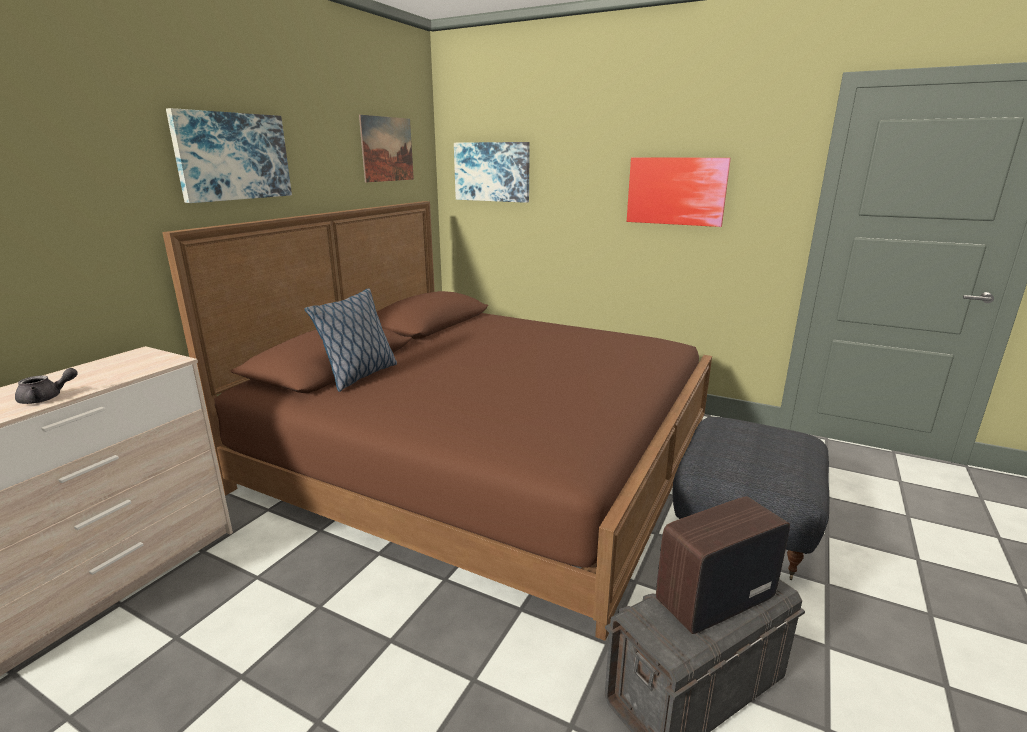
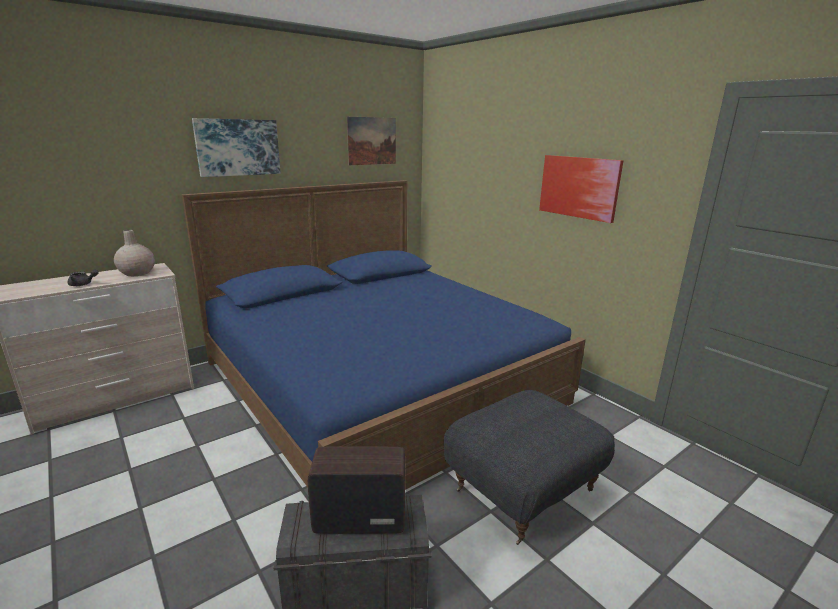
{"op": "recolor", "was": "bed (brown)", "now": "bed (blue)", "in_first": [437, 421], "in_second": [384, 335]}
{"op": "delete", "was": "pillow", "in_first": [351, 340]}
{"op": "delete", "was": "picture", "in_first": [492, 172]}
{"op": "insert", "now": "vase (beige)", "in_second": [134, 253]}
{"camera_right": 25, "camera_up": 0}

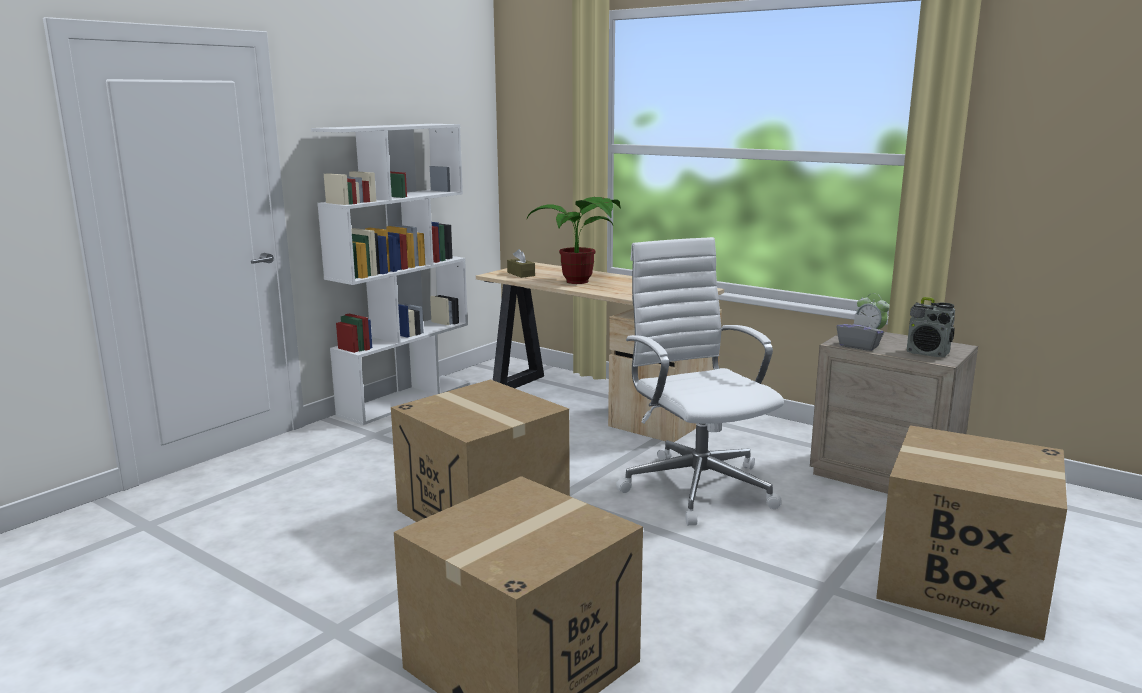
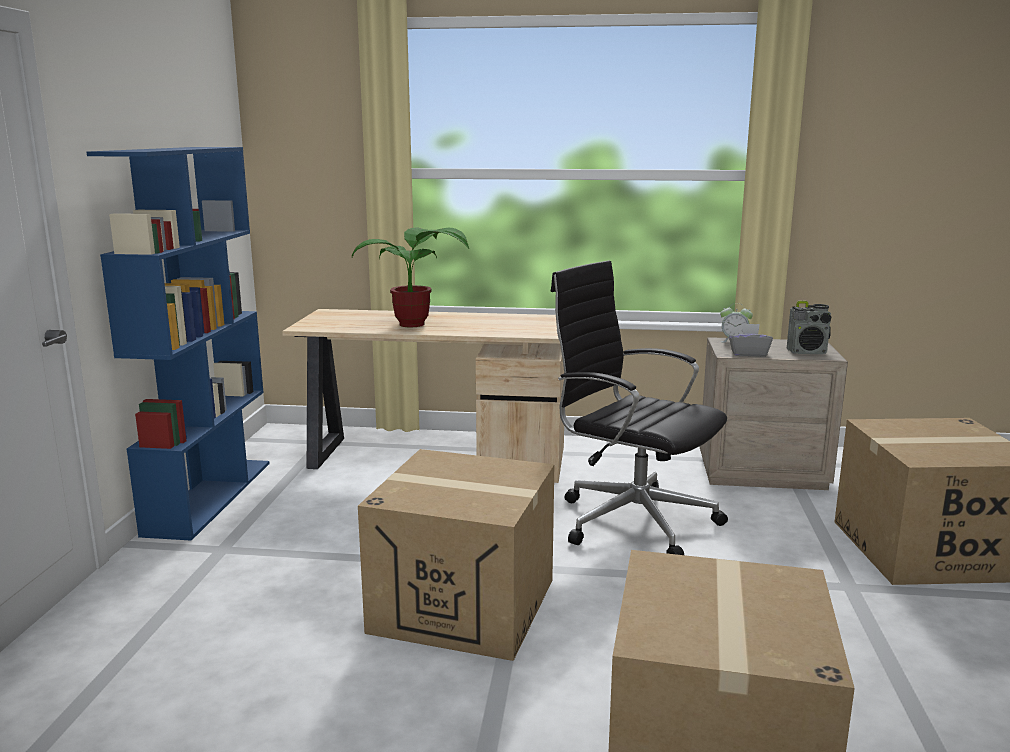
{"op": "recolor", "was": "bookcase (white)", "now": "bookcase (blue)", "in_first": [390, 274], "in_second": [178, 344]}
{"op": "delete", "was": "tissue box (brown)", "in_first": [521, 263]}
{"op": "recolor", "was": "office chair (white)", "now": "office chair (black)", "in_first": [700, 381], "in_second": [639, 407]}
{"camera_right": -30, "camera_up": 0}

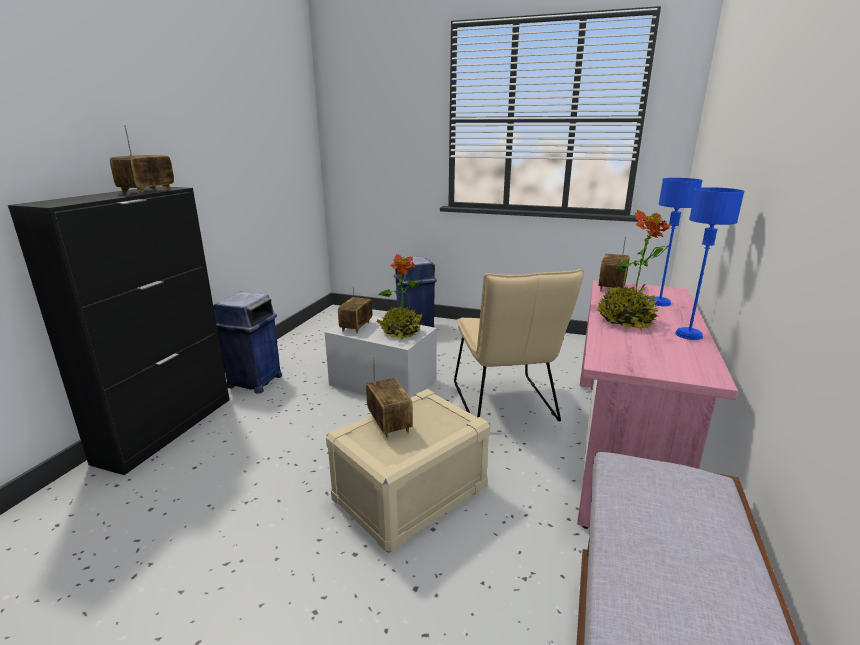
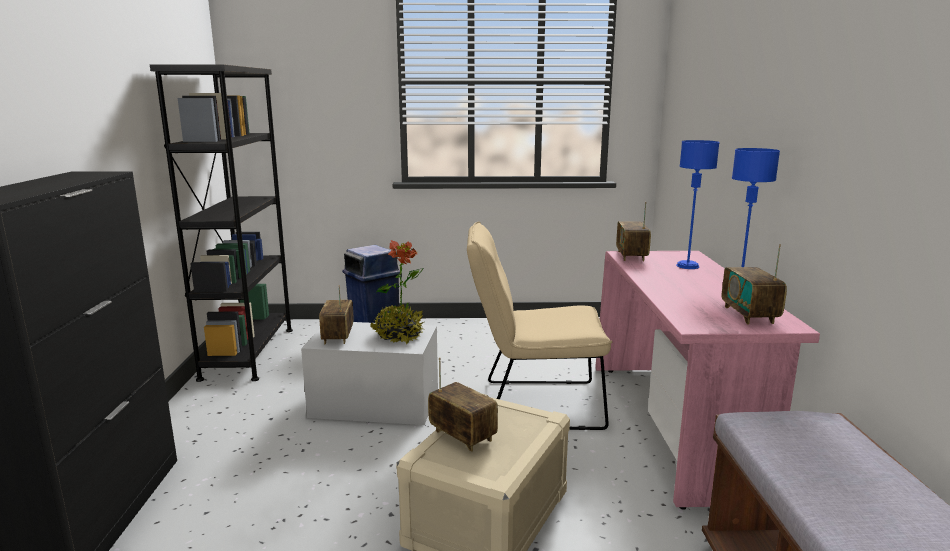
{"op": "move", "was": "radio", "in_first": [142, 159], "in_second": [754, 284]}
{"op": "delete", "was": "trash can (blue)", "in_first": [247, 343]}
{"op": "rotate", "was": "chair (beige)", "in_first": [519, 345], "in_second": [540, 326], "clockwise": 120}
{"op": "delete", "was": "potted plant", "in_first": [634, 270]}
{"op": "insert", "now": "bookcase (black)", "in_second": [221, 223]}
{"camera_right": -20, "camera_up": -5}

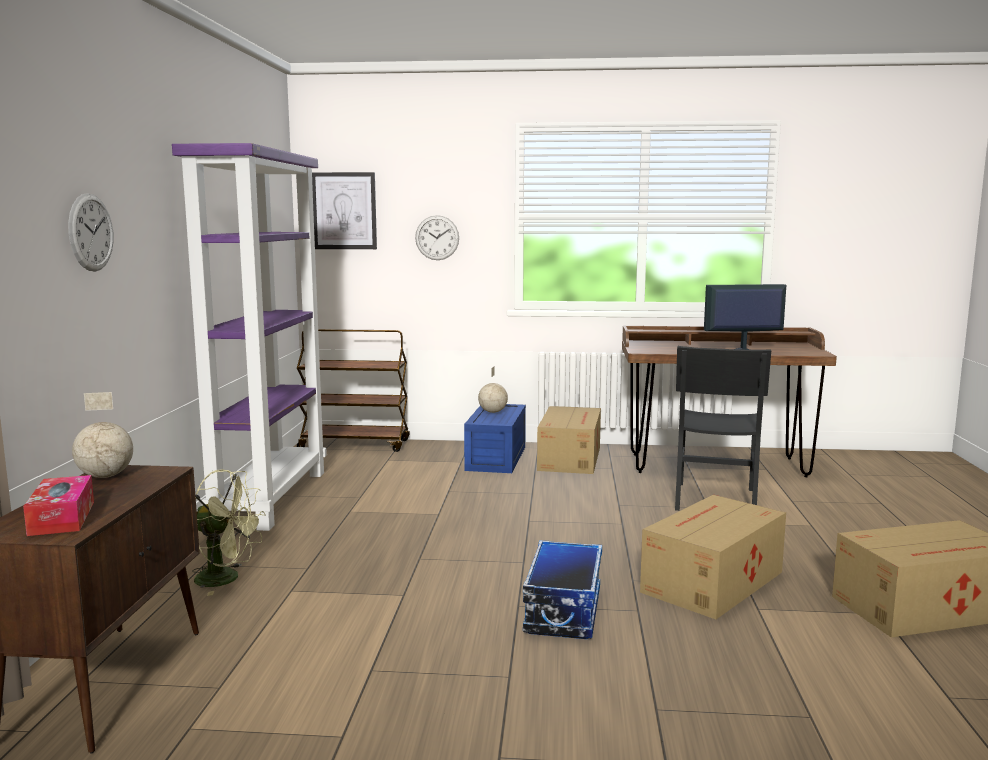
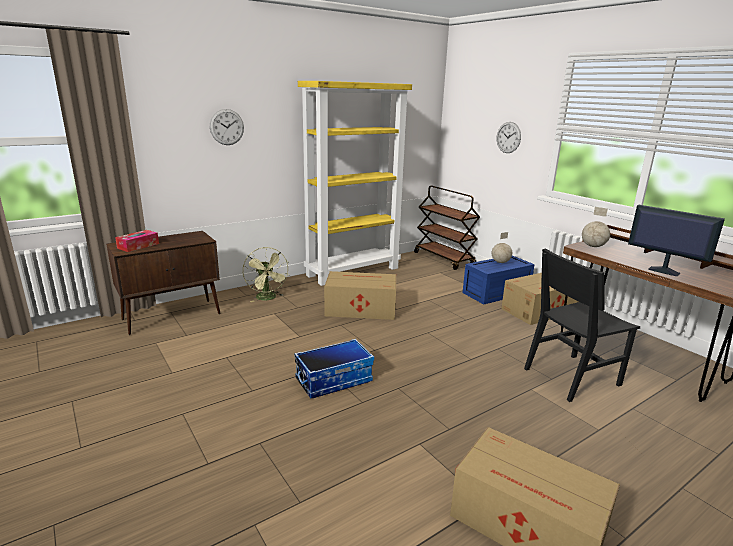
{"op": "move", "was": "globe", "in_first": [102, 435], "in_second": [596, 227]}
{"op": "recolor", "was": "bookcase (purple)", "now": "bookcase (yellow)", "in_first": [249, 337], "in_second": [355, 183]}
{"op": "delete", "was": "picture", "in_first": [344, 210]}
{"op": "move", "was": "cardboard box", "in_first": [713, 557], "in_second": [360, 295]}
{"camera_right": 50, "camera_up": 10}

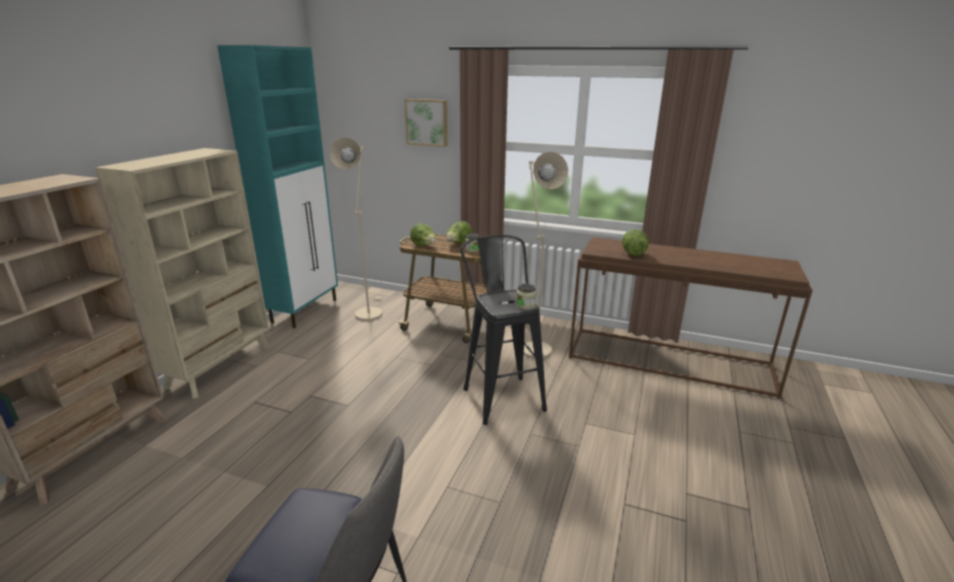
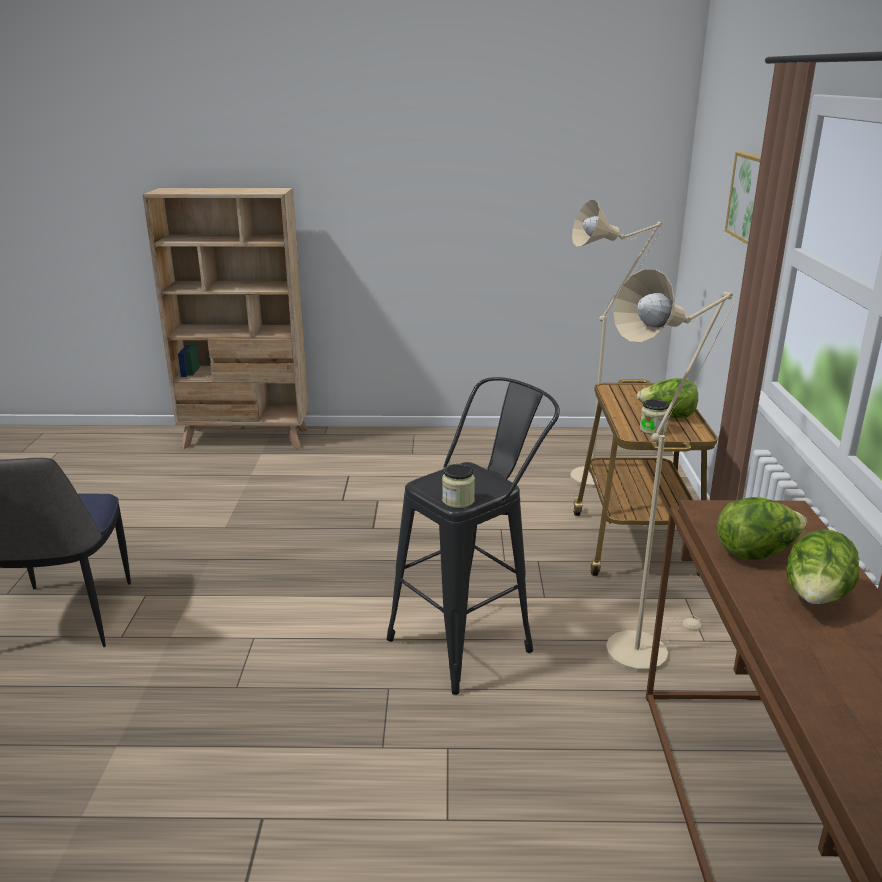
{"op": "delete", "was": "bookcase (beige)", "in_first": [183, 273]}
{"op": "delete", "was": "cabinet (turquoise)", "in_first": [277, 186]}
{"op": "move", "was": "lettuce", "in_first": [423, 235], "in_second": [822, 567]}
{"camera_right": 70, "camera_up": 0}

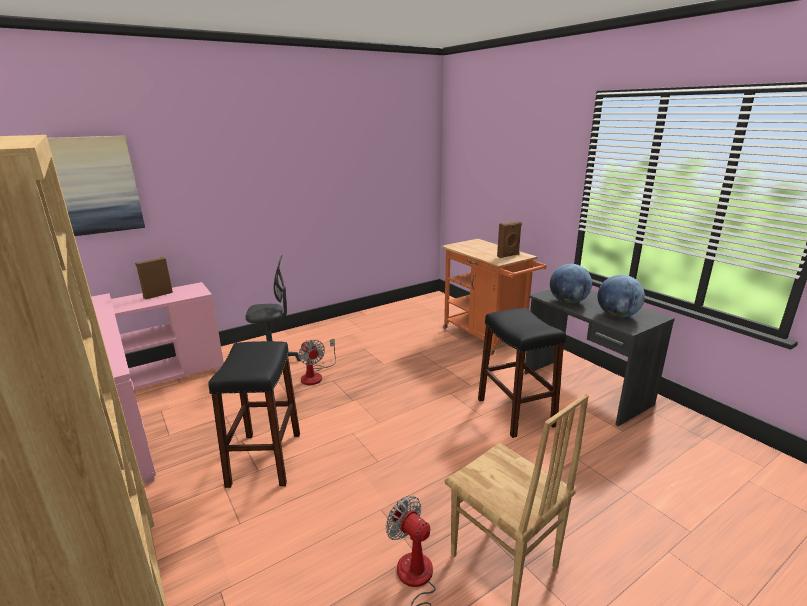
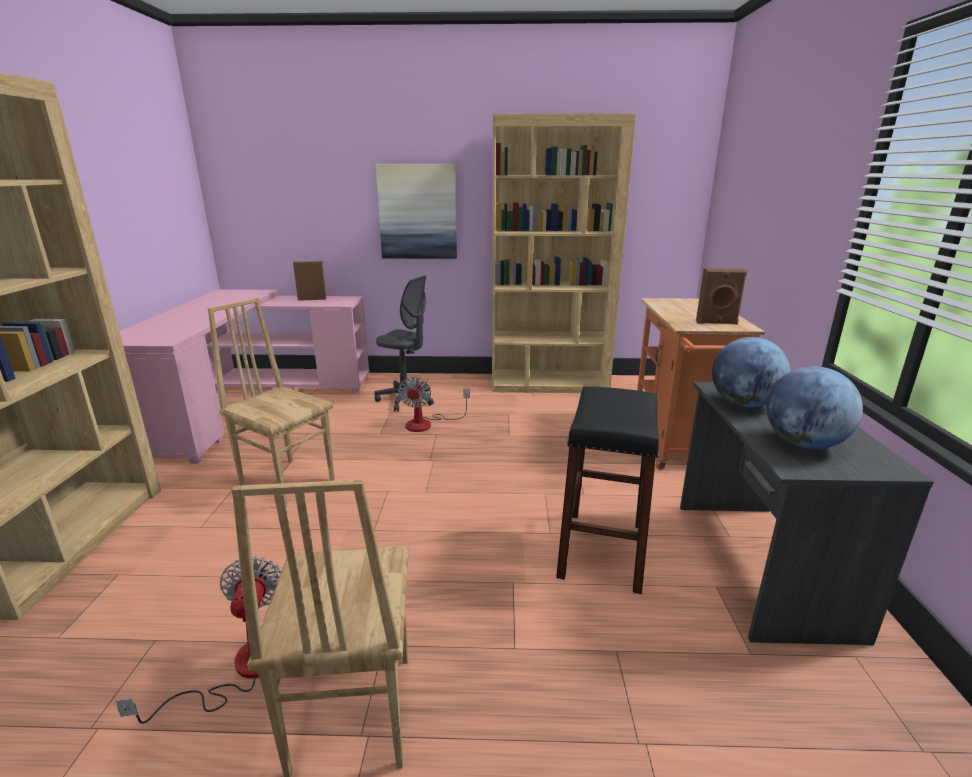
{"op": "move", "was": "picture", "in_first": [96, 186], "in_second": [416, 211]}
{"op": "replace", "was": "stool (black)", "now": "chair (brown)", "in_first": [254, 414], "in_second": [271, 402]}
{"op": "insert", "now": "bookcase (brown)", "in_second": [564, 253]}
{"camera_right": 35, "camera_up": 0}

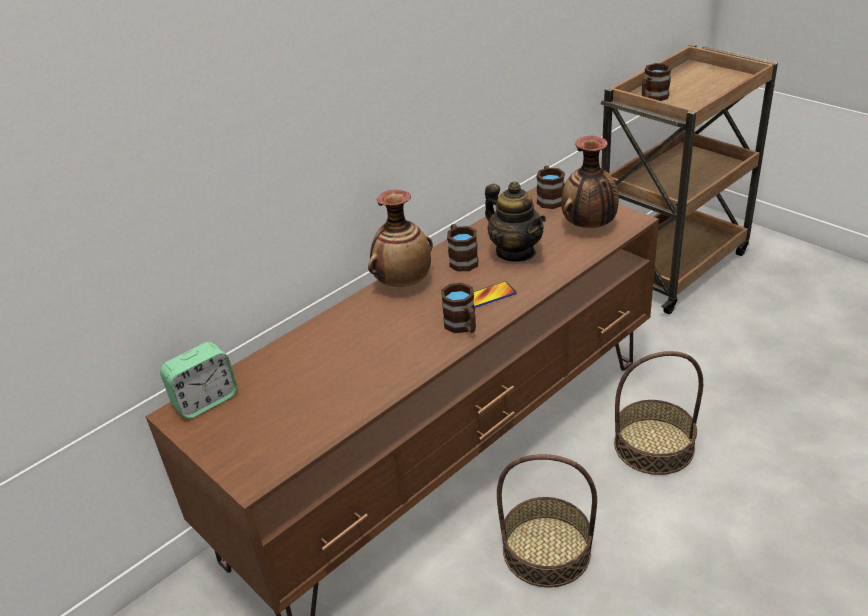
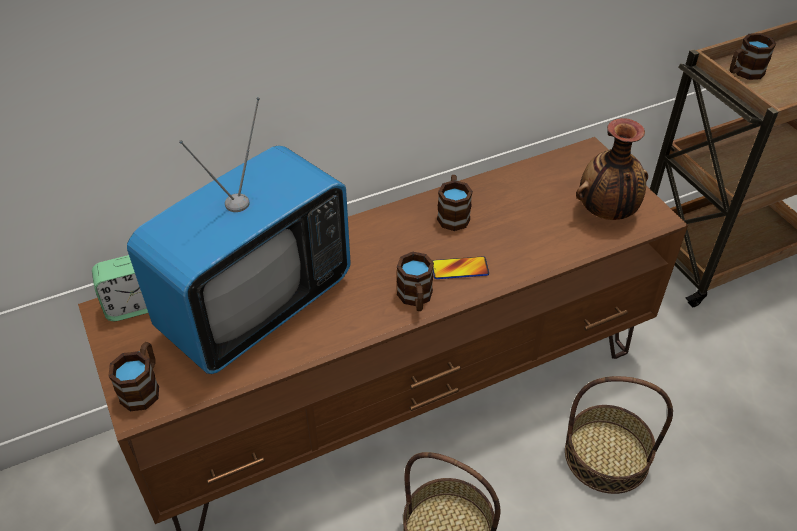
{"op": "delete", "was": "vase", "in_first": [400, 238]}
{"op": "delete", "was": "teapot", "in_first": [515, 222]}
{"op": "move", "was": "mug (brown)", "in_first": [550, 187], "in_second": [133, 376]}
{"op": "insert", "now": "television", "in_second": [239, 235]}
{"camera_right": 15, "camera_up": 10}

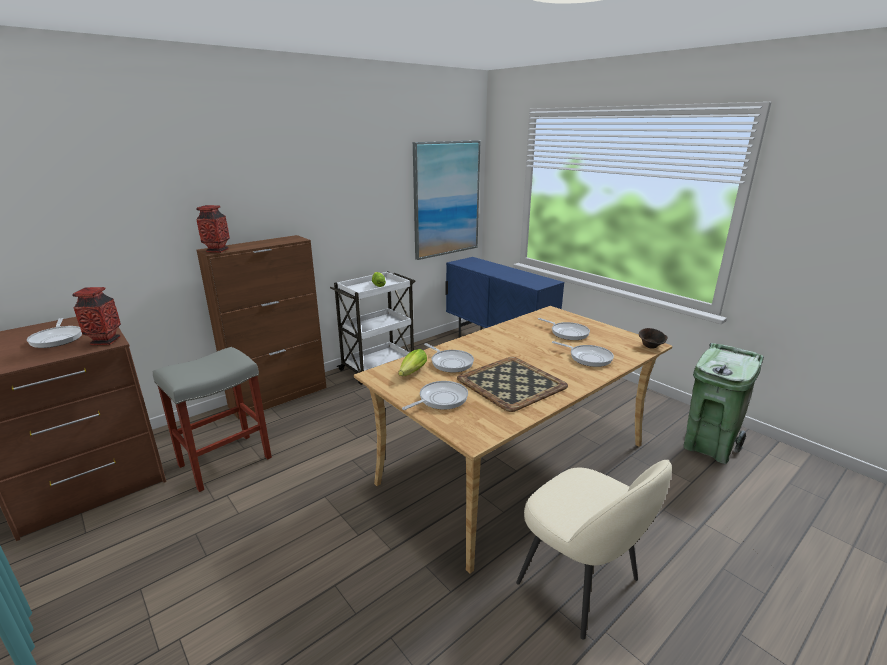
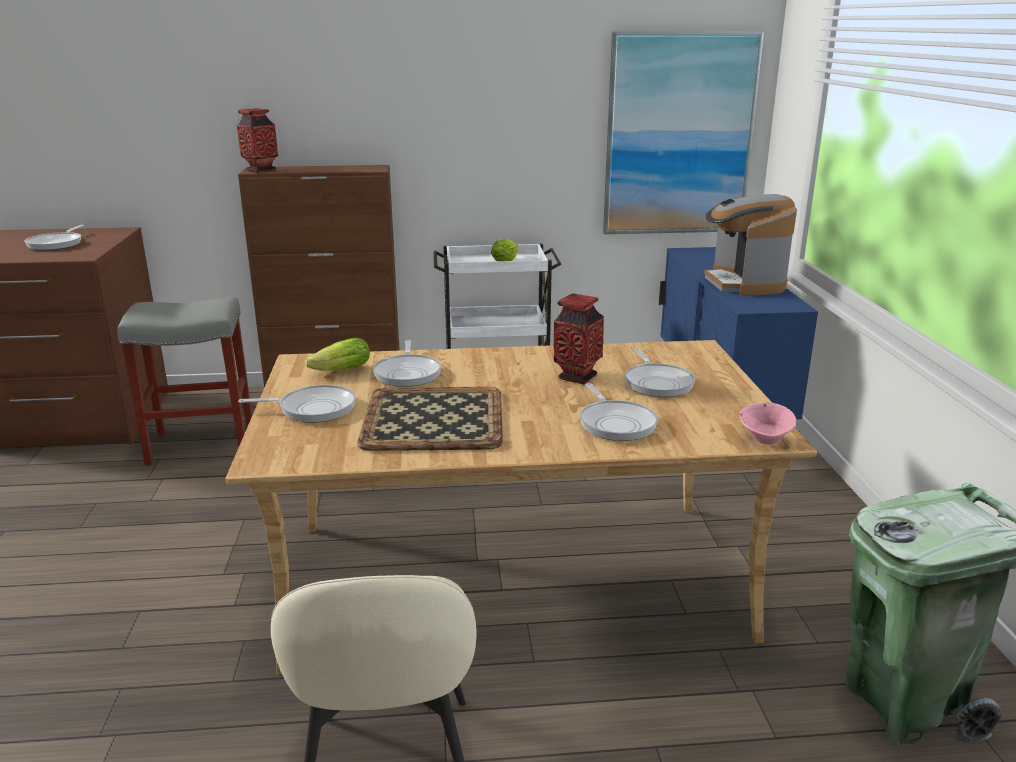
{"op": "move", "was": "vase", "in_first": [96, 316], "in_second": [579, 338]}
{"op": "recolor", "was": "bowl (brown)", "now": "bowl (pink)", "in_first": [653, 338], "in_second": [768, 423]}
{"op": "insert", "now": "coffee machine", "in_second": [750, 244]}
{"camera_right": 35, "camera_up": 0}

